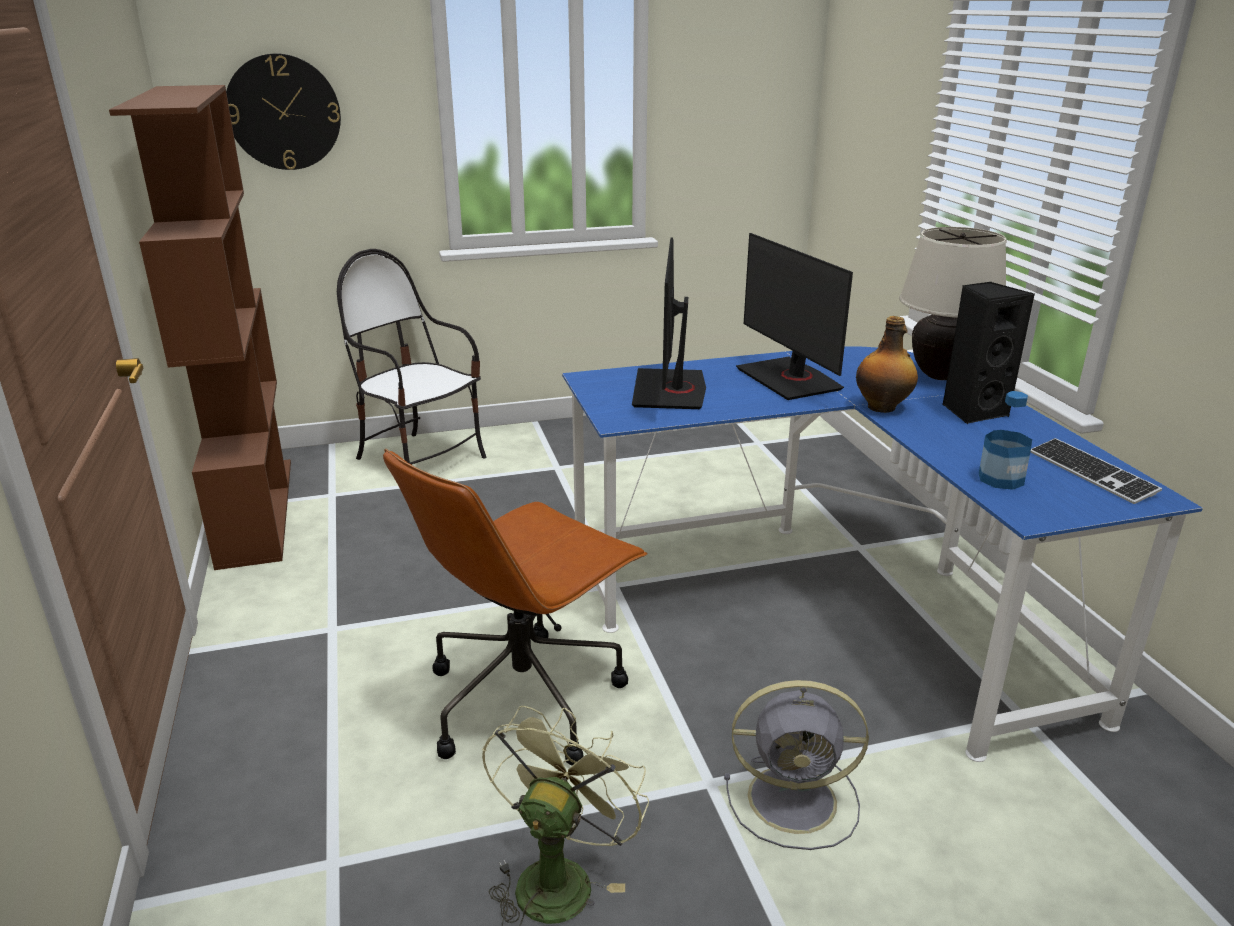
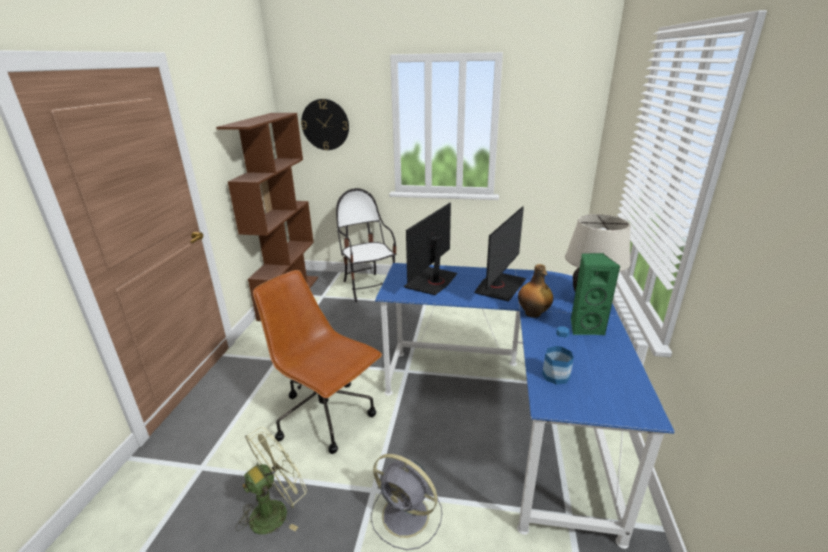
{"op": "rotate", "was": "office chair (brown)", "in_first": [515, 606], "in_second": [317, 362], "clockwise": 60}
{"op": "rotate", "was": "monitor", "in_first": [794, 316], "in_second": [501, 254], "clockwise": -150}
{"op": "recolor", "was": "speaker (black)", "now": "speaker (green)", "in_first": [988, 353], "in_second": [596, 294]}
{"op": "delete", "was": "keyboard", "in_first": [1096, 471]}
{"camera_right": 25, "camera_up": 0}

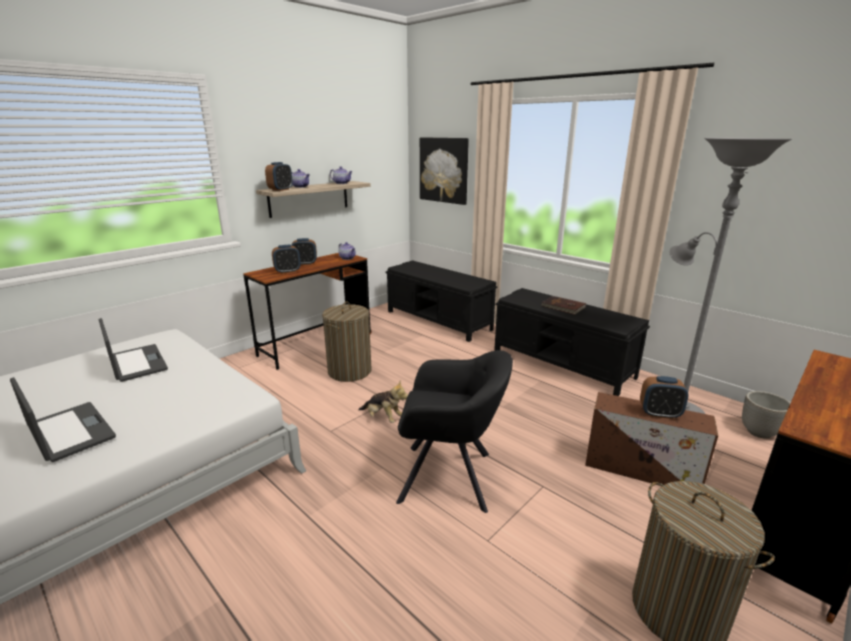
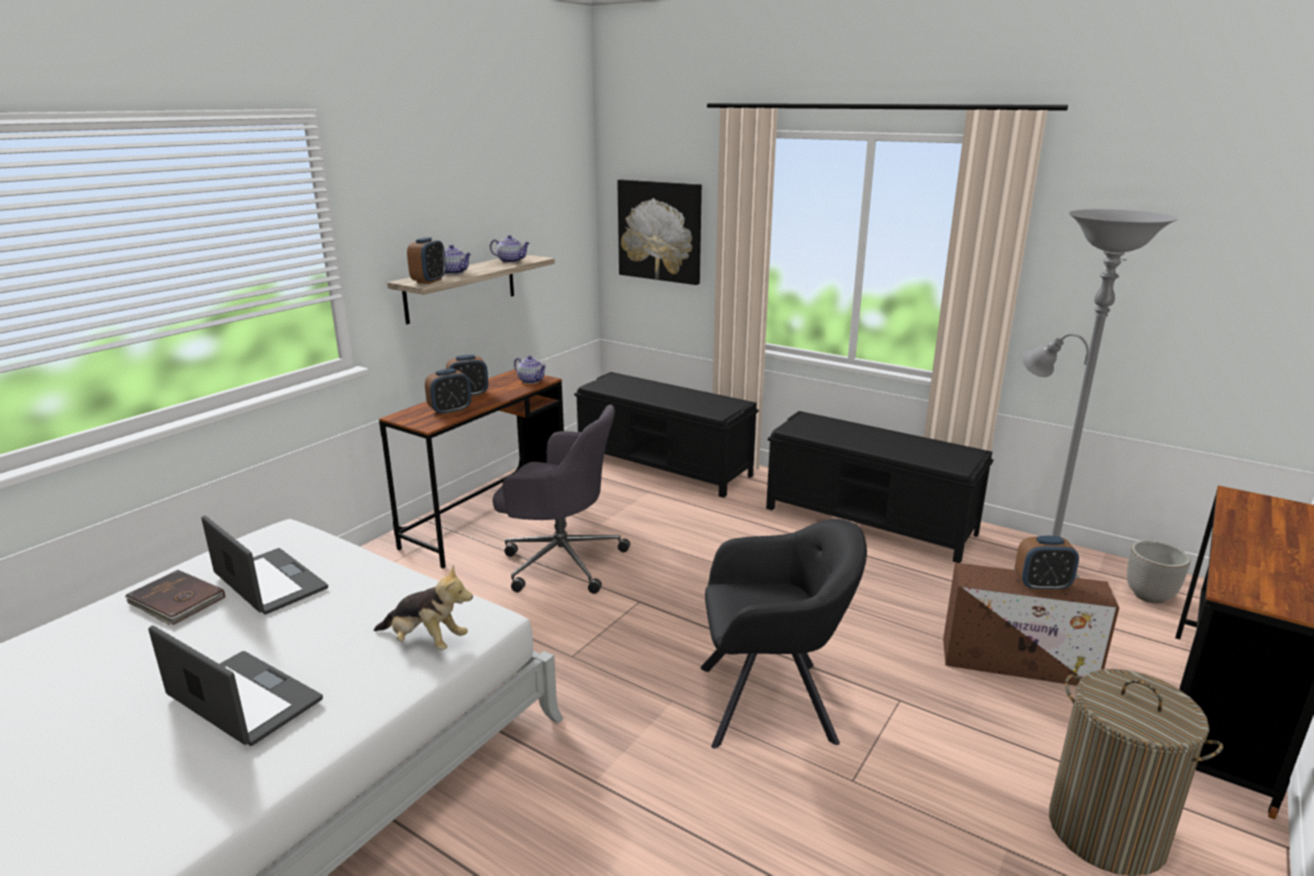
{"op": "replace", "was": "laundry basket", "now": "office chair (grey)", "in_first": [347, 341], "in_second": [561, 499]}
{"op": "move", "was": "plush toy", "in_first": [383, 401], "in_second": [423, 607]}
{"op": "move", "was": "book (brown)", "in_first": [563, 305], "in_second": [175, 597]}
{"camera_right": -10, "camera_up": 0}

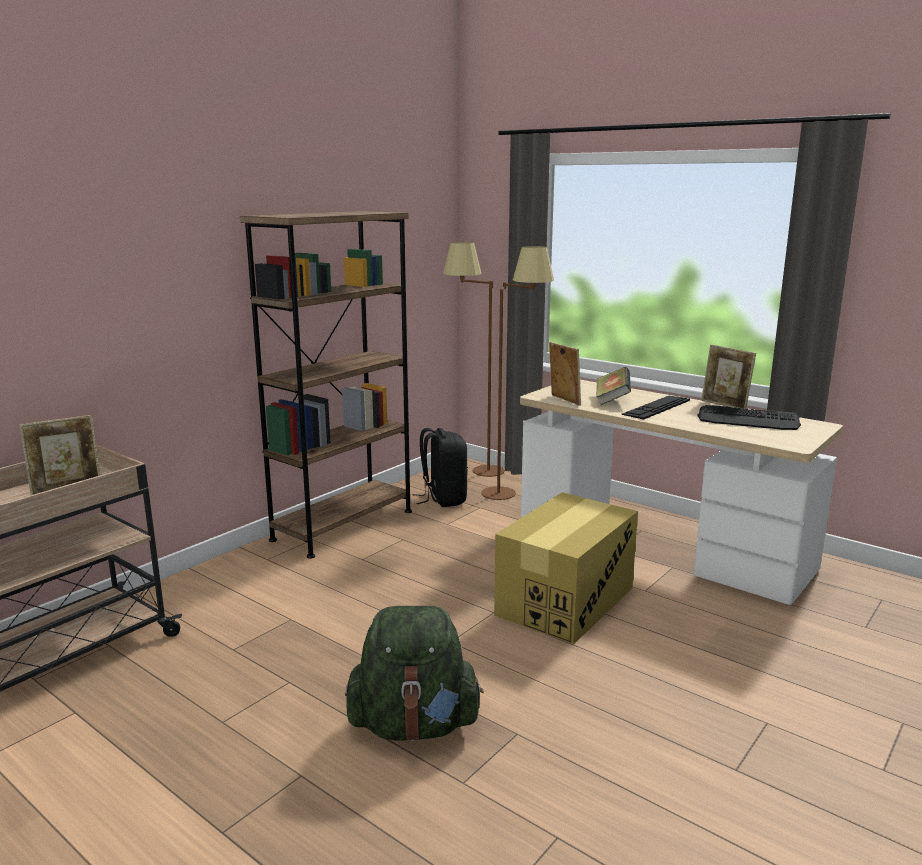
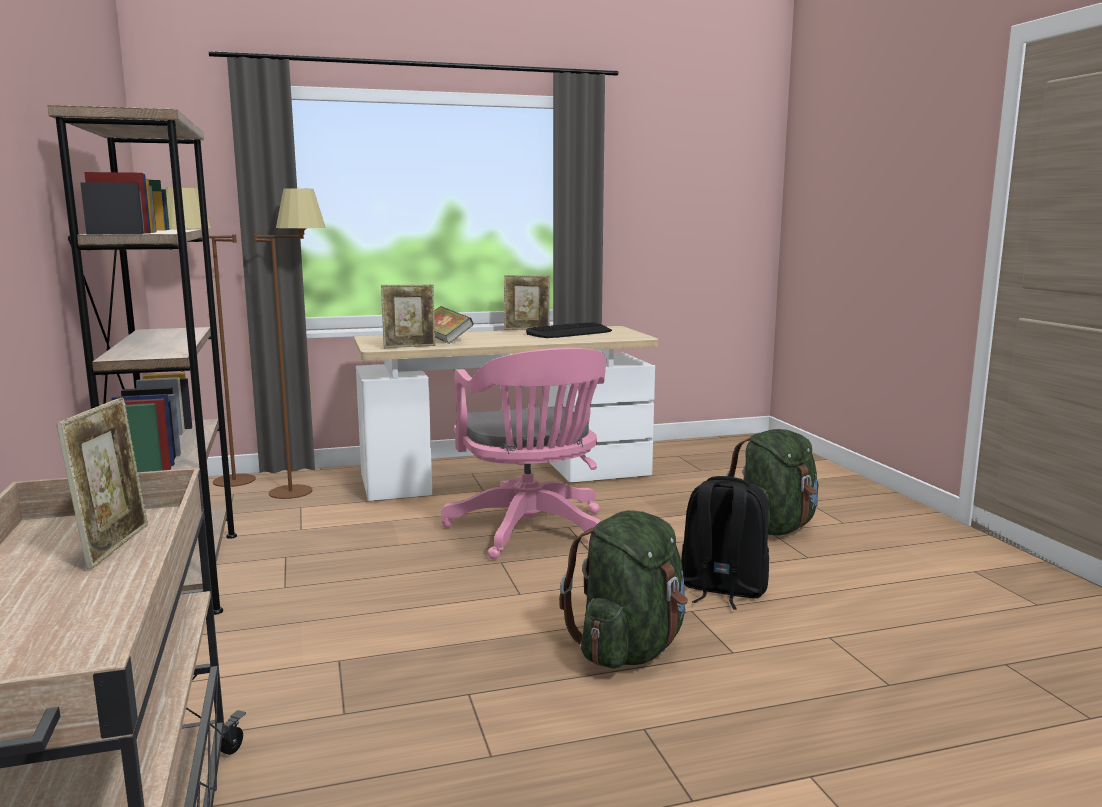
{"op": "move", "was": "backpack (black)", "in_first": [440, 467], "in_second": [725, 543]}
{"op": "replace", "was": "cardboard box", "now": "office chair (pink)", "in_first": [566, 568], "in_second": [523, 454]}
{"op": "rotate", "was": "picture frame", "in_first": [565, 374], "in_second": [408, 316], "clockwise": 150}
{"op": "delete", "was": "keyboard", "in_first": [655, 408]}
{"op": "insert", "now": "backpack (green)", "in_second": [772, 482]}
{"camera_right": -55, "camera_up": -5}

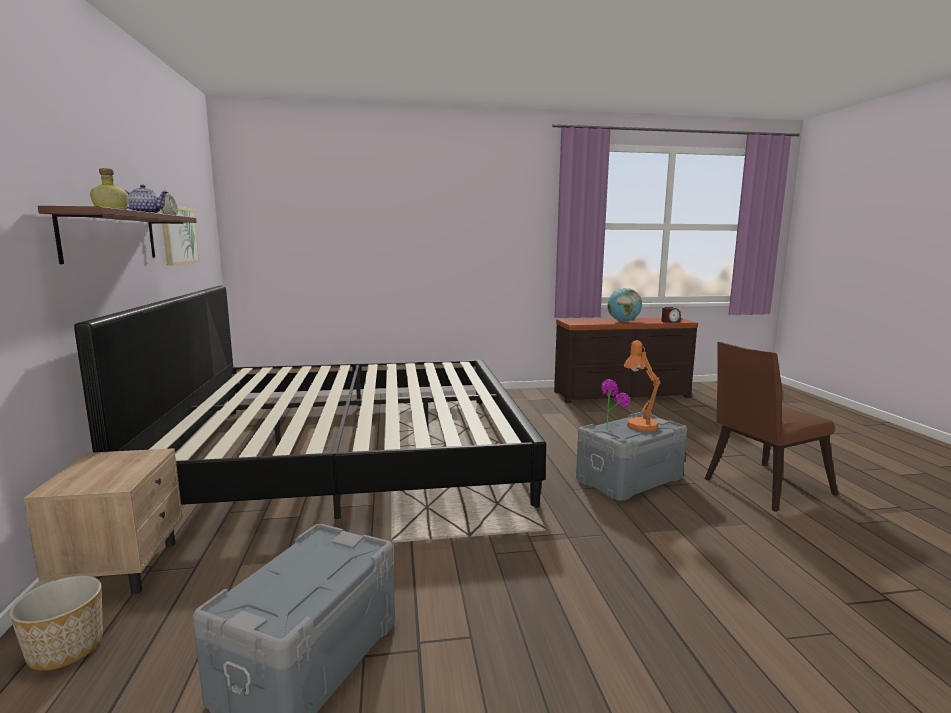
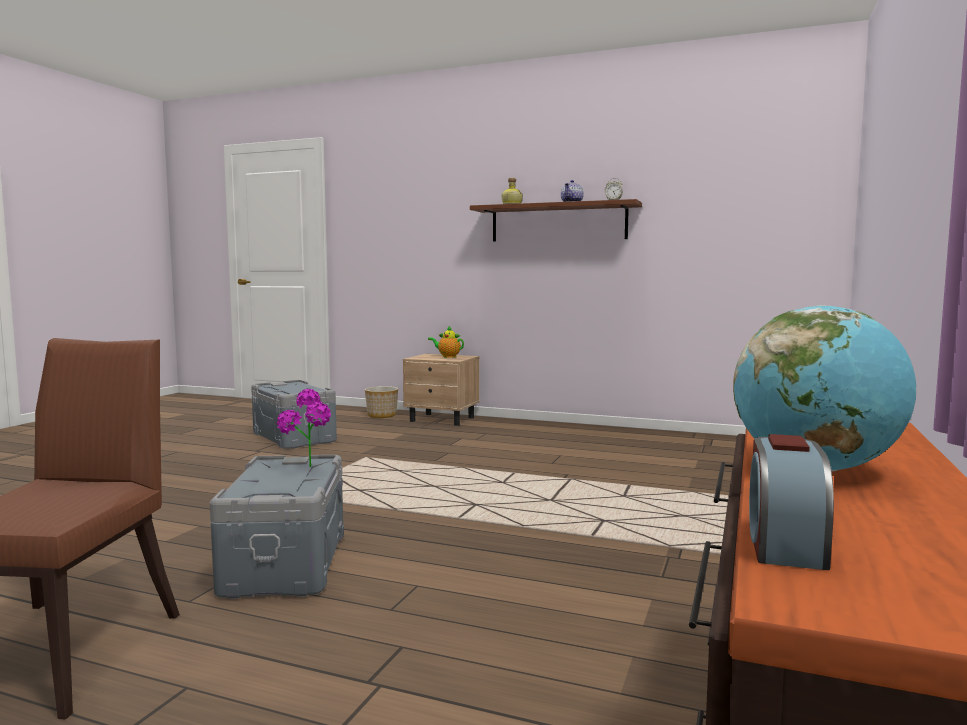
{"op": "delete", "was": "bed", "in_first": [310, 402]}
{"op": "delete", "was": "picture", "in_first": [180, 235]}
{"op": "delete", "was": "table lamp (orange)", "in_first": [642, 386]}
{"op": "insert", "now": "teapot", "in_second": [446, 342]}
{"camera_right": 120, "camera_up": -5}

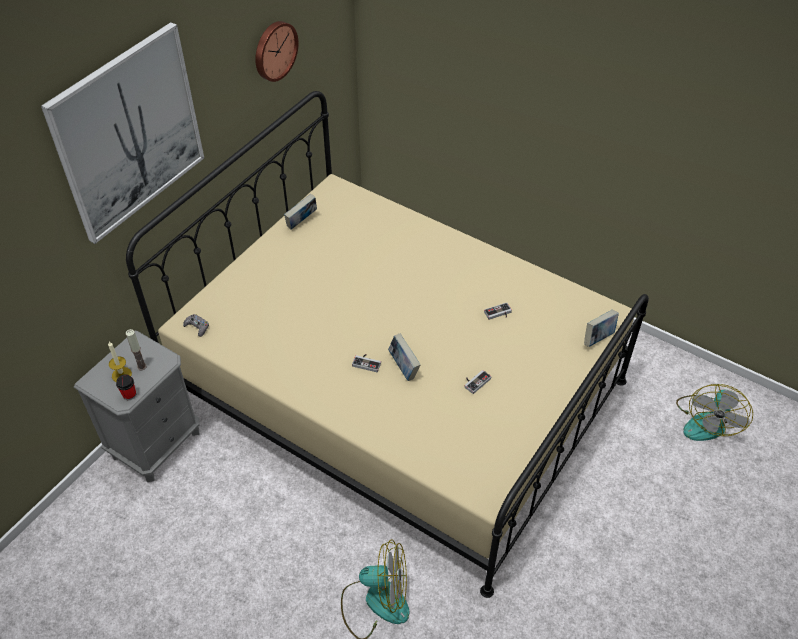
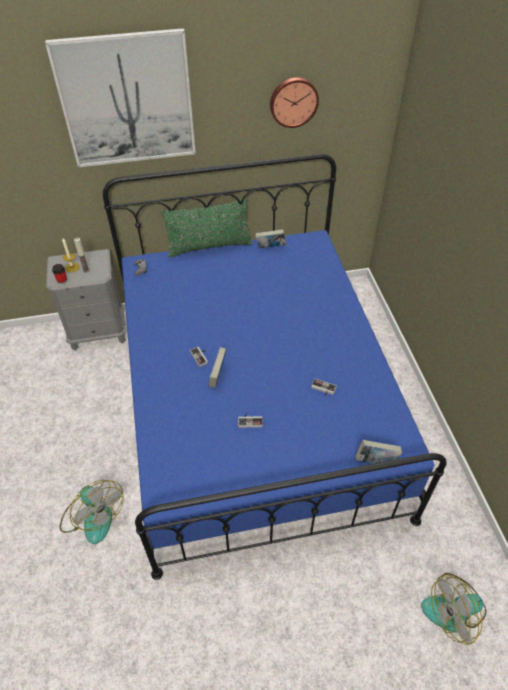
{"op": "recolor", "was": "bed (beige)", "now": "bed (blue)", "in_first": [387, 344], "in_second": [275, 367]}
{"op": "insert", "now": "pillow (green)", "in_second": [207, 227]}
{"camera_right": 45, "camera_up": 0}

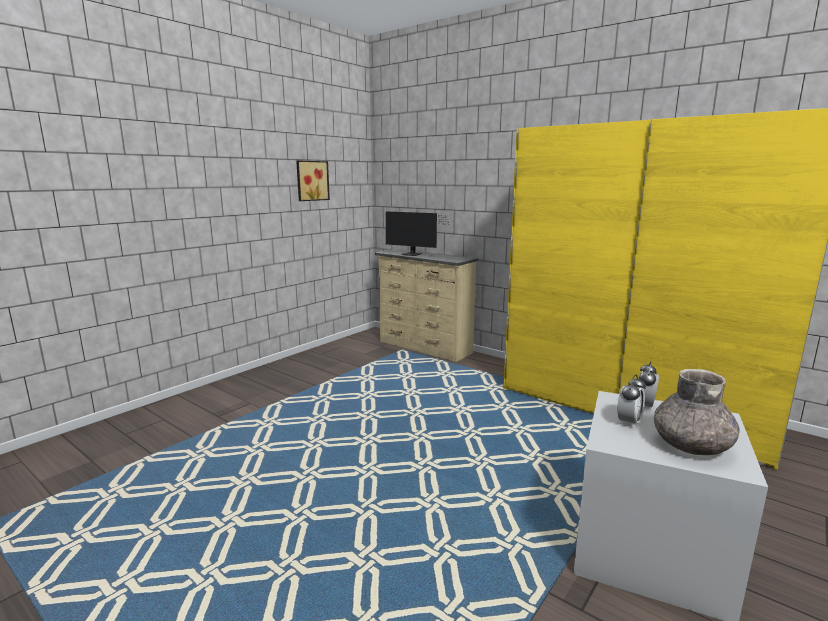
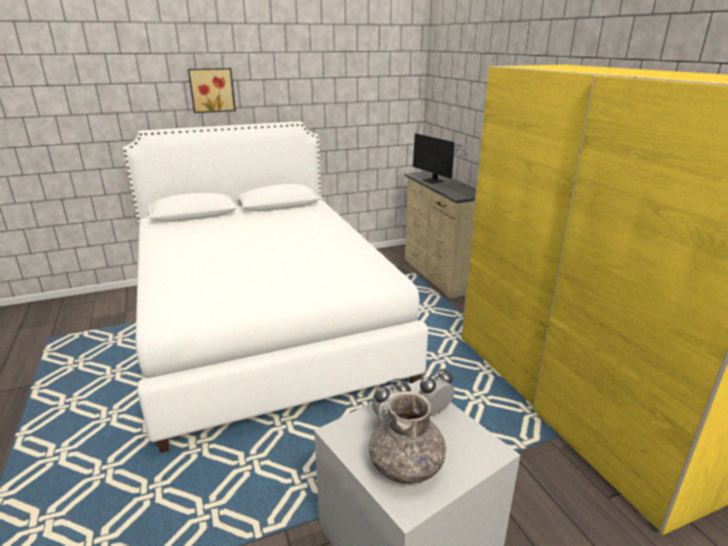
{"op": "move", "was": "picture", "in_first": [313, 180], "in_second": [212, 90]}
{"op": "insert", "now": "bed (white)", "in_second": [275, 287]}
{"camera_right": 30, "camera_up": 10}

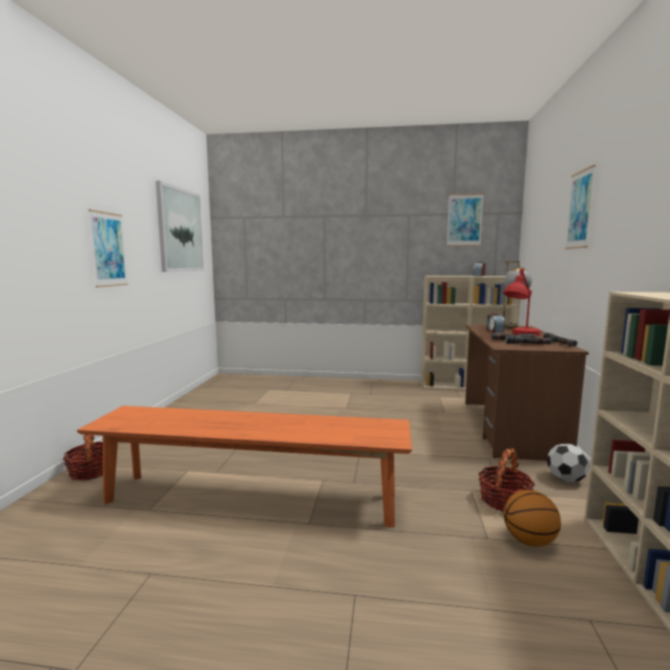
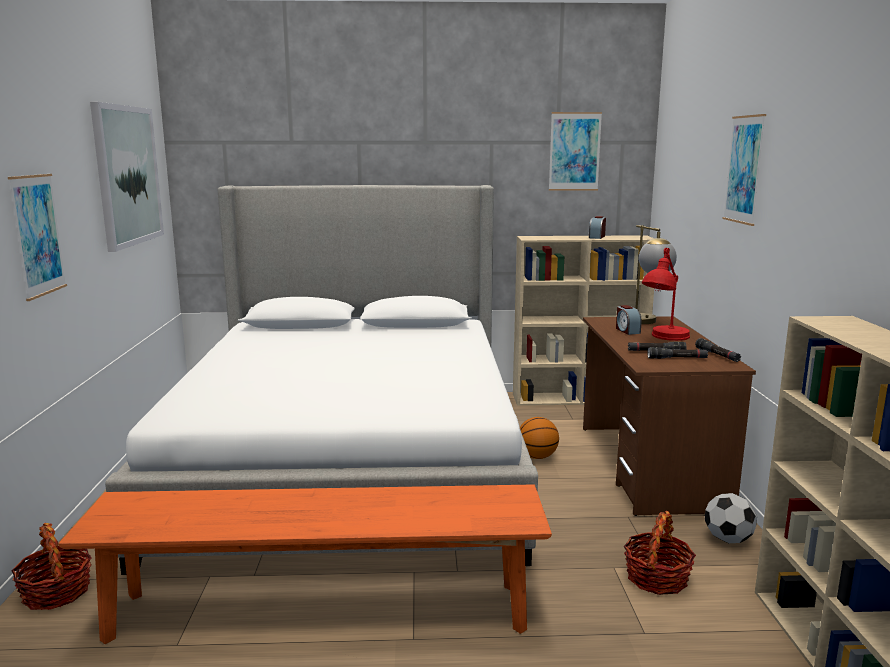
{"op": "move", "was": "basketball", "in_first": [532, 518], "in_second": [539, 438]}
{"op": "insert", "now": "bed", "in_second": [321, 380]}
{"camera_right": -10, "camera_up": 5}

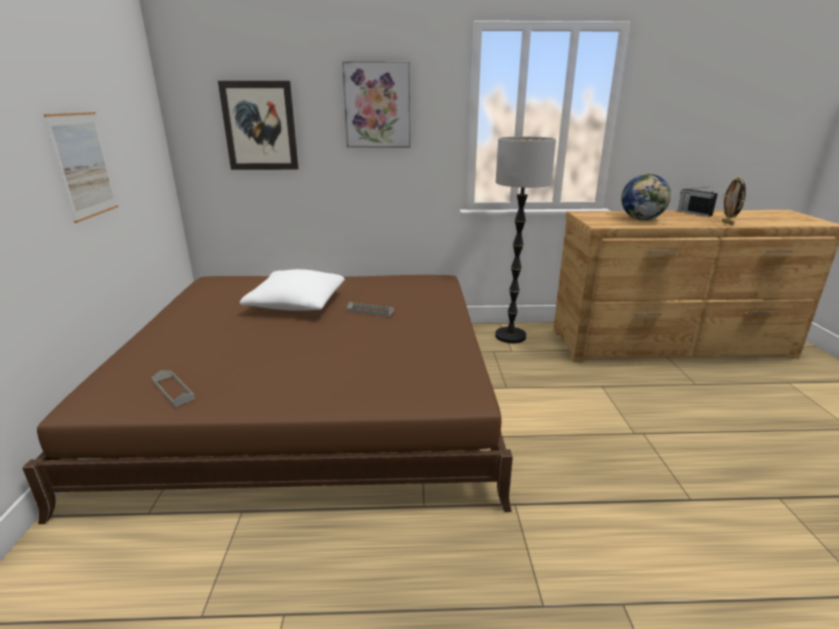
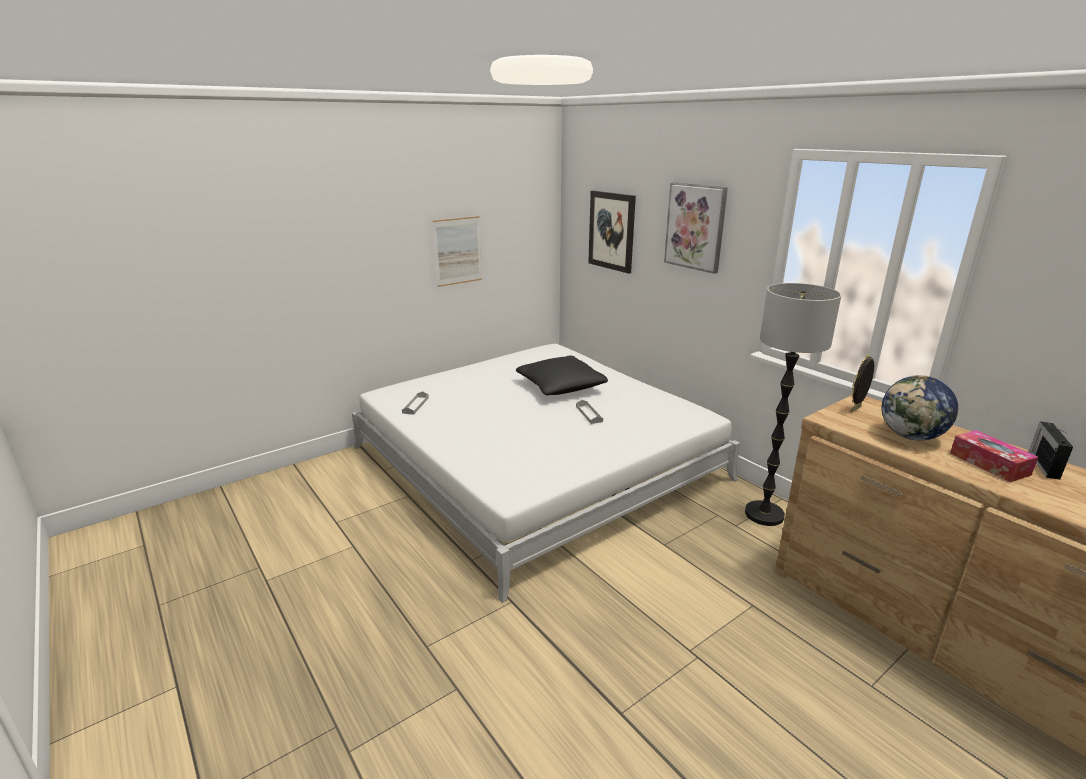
{"op": "recolor", "was": "bed (brown)", "now": "bed (white)", "in_first": [267, 399], "in_second": [546, 473]}
{"op": "recolor", "was": "pillow (white)", "now": "pillow (black)", "in_first": [292, 290], "in_second": [562, 375]}
{"op": "move", "was": "picture frame", "in_first": [734, 200], "in_second": [862, 383]}
{"op": "insert", "now": "tissue box", "in_second": [994, 456]}
{"camera_right": 55, "camera_up": 0}

